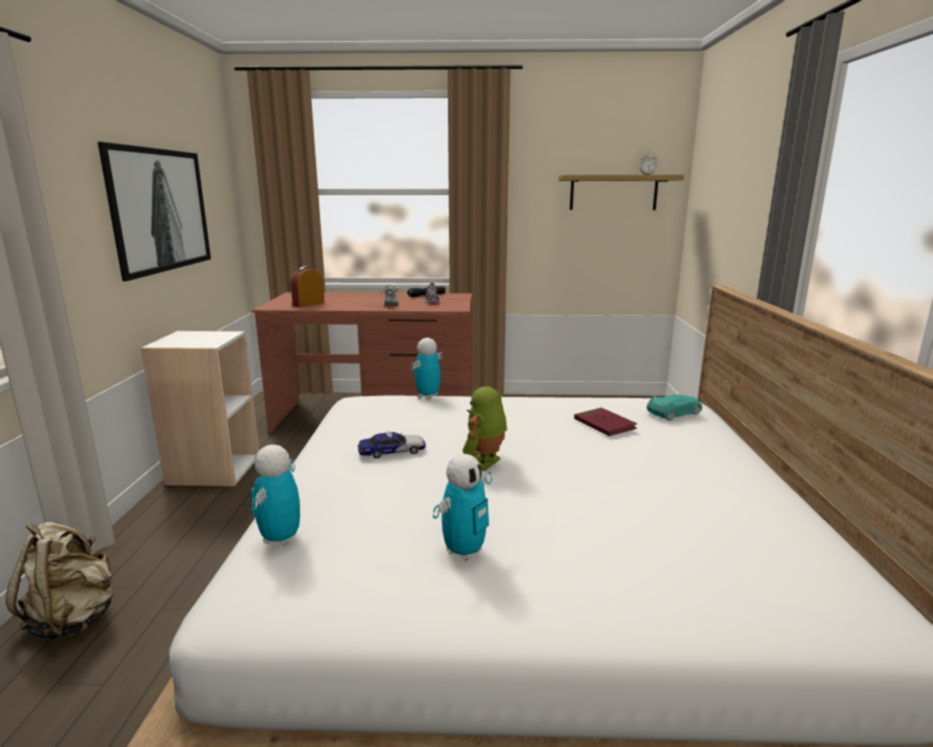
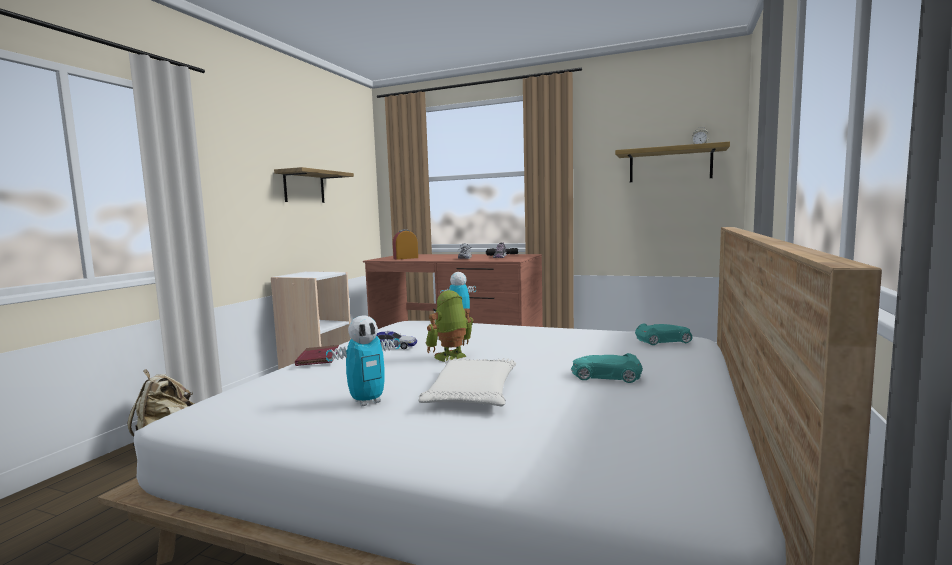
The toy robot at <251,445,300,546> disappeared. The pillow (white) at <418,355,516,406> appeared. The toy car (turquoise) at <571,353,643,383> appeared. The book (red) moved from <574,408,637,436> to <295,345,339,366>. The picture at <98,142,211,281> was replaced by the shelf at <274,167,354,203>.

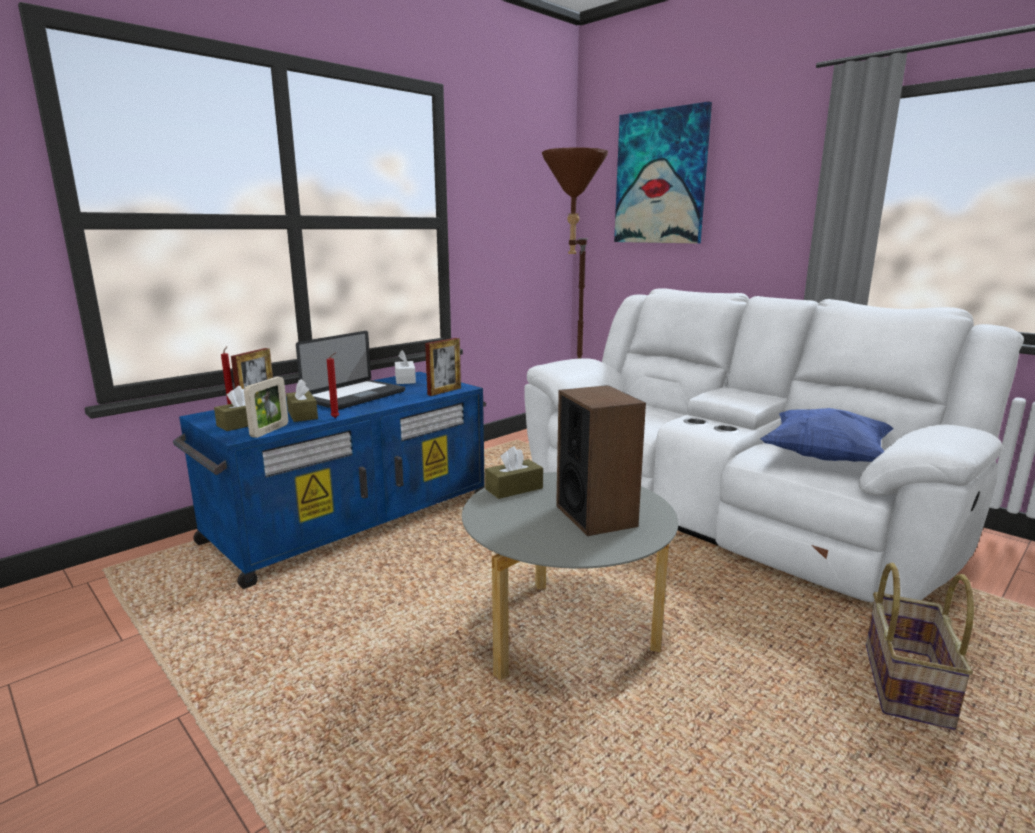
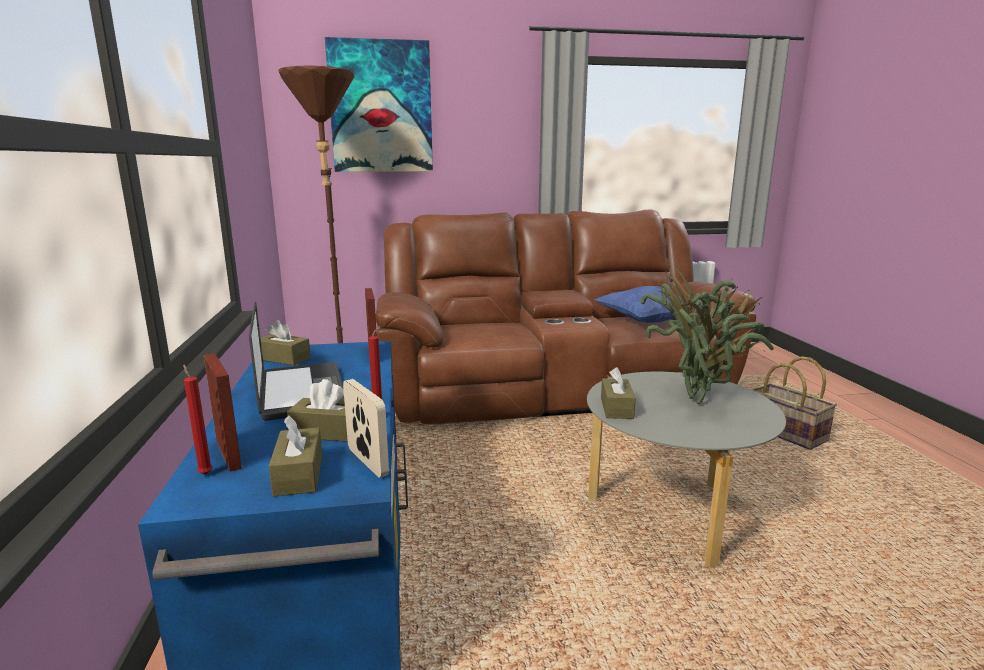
The speaker at <556,385,646,536> was replaced by the potted plant at <641,267,774,404>. The tissue box (white) at <395,350,416,384> became the tissue box (brown) at <261,320,311,365>. The sofa (white) at <524,288,1024,602> became the sofa (brown) at <376,210,756,424>.

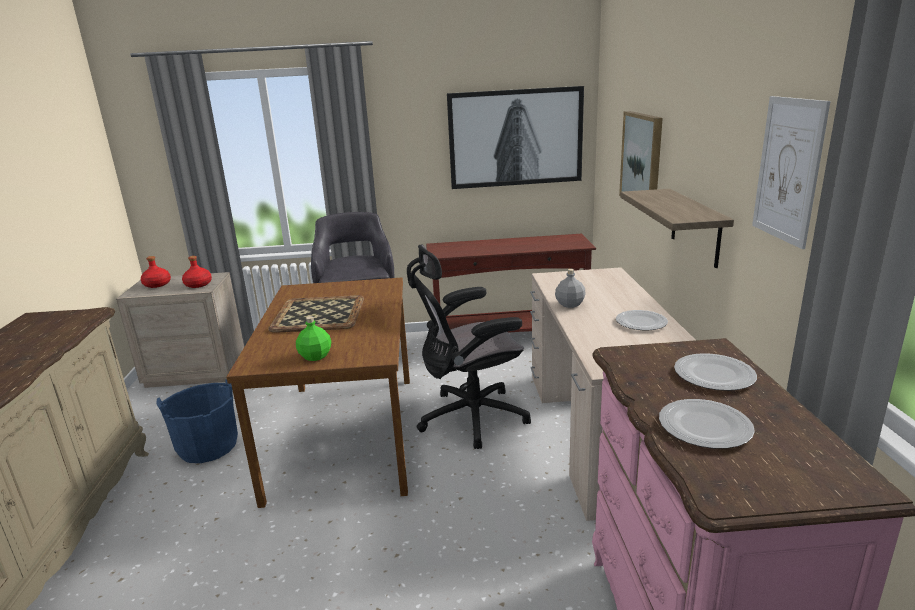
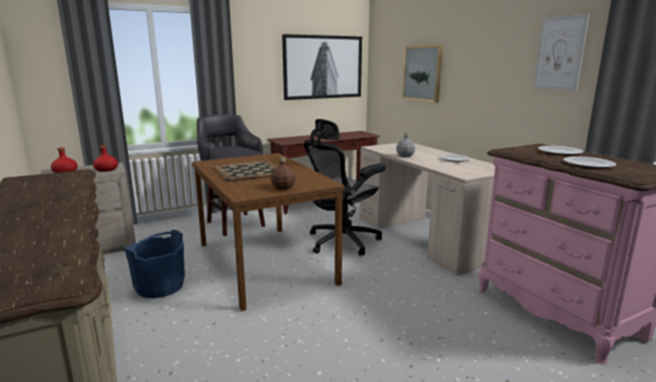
The shelf at <620,189,734,268> disappeared. The bottle (green) at <296,316,331,361> became the bottle (brown) at <271,157,296,190>.

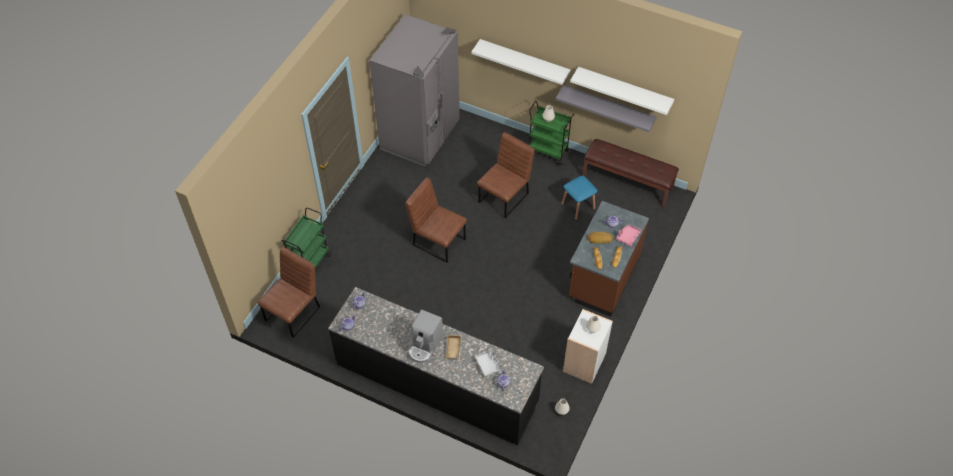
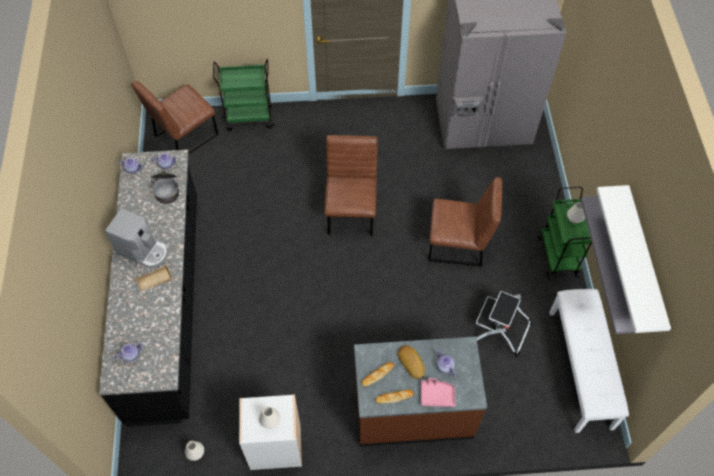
The shelf (white) at <471,39,570,85> disappeared. The tray (grey) at <475,350,498,377> disappeared. The cooking pot at <151,172,179,204> appeared. The stool (blue) at <561,176,598,220> was replaced by the step ladder at <476,291,533,358>. The bench (brown) at <582,139,679,207> became the bench (white) at <549,289,629,433>. The chair (brown) at <258,247,320,338> turned 135 degrees clockwise. The coffee machine at <408,309,443,363> turned 150 degrees counterclockwise.

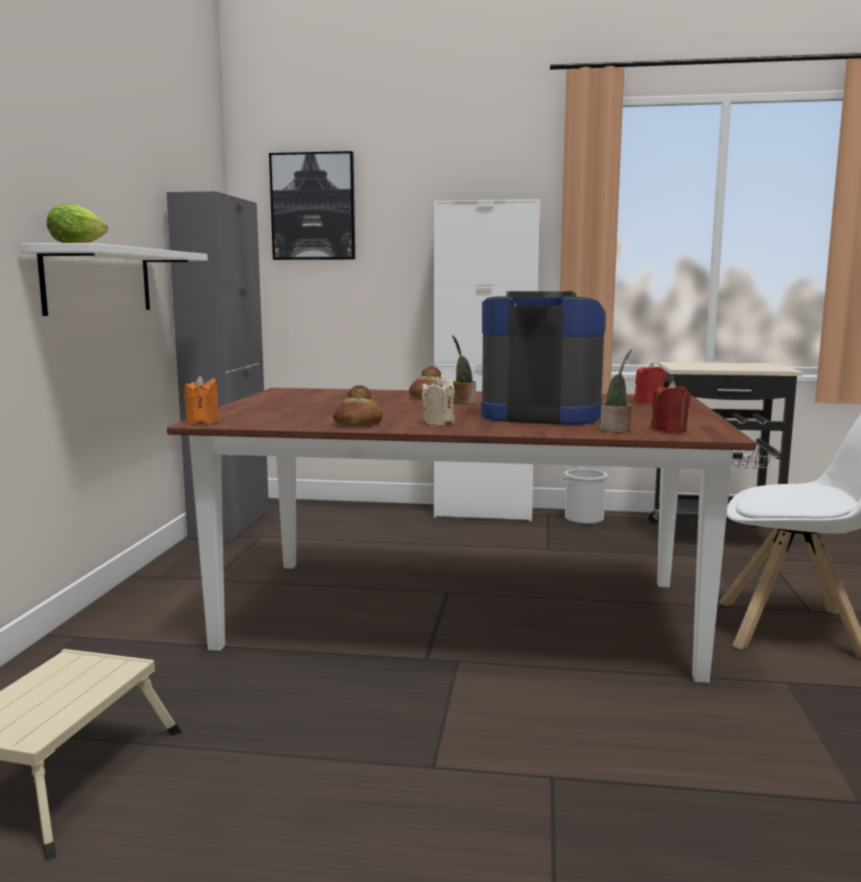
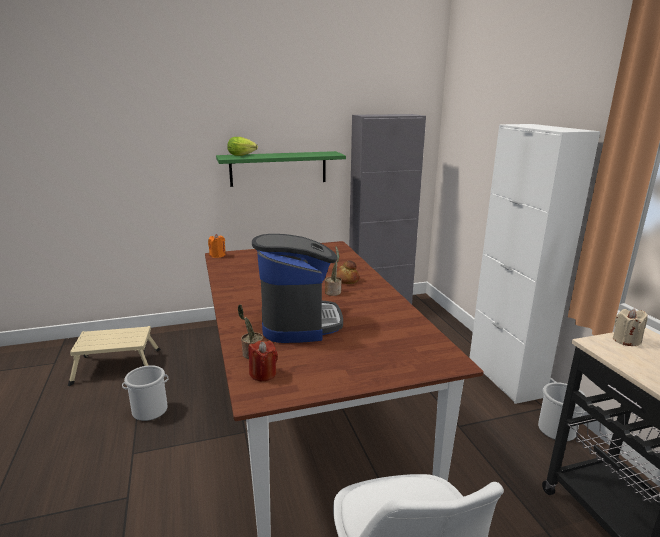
The picture at <269,151,355,260> disappeared. The bread at <333,385,383,425> disappeared. The candle (red) at <634,363,666,404> disappeared. The bucket at <122,365,169,421> appeared. The candle (beige) moved from <422,376,455,425> to <613,308,648,346>. The shelf (white) at <20,243,208,316> became the shelf (green) at <216,151,346,187>.

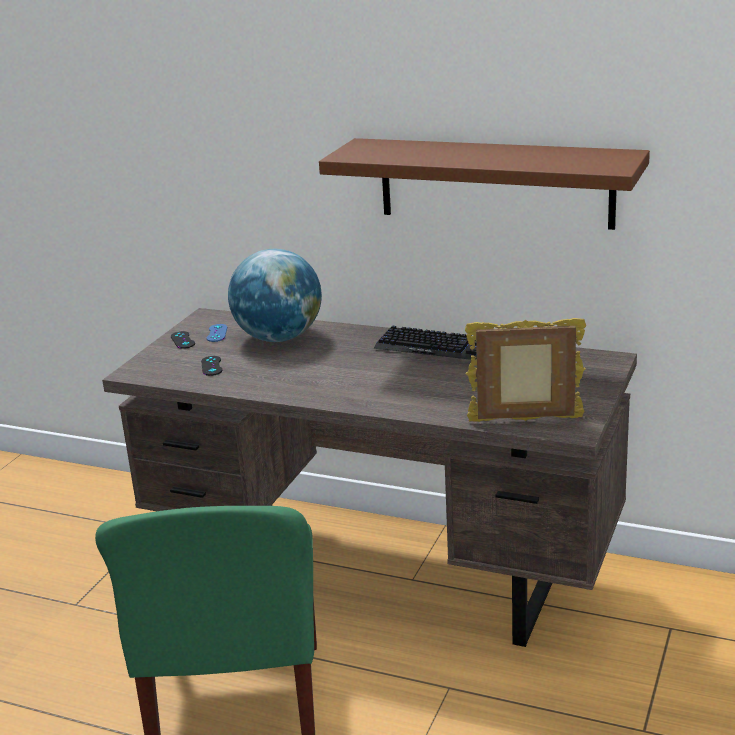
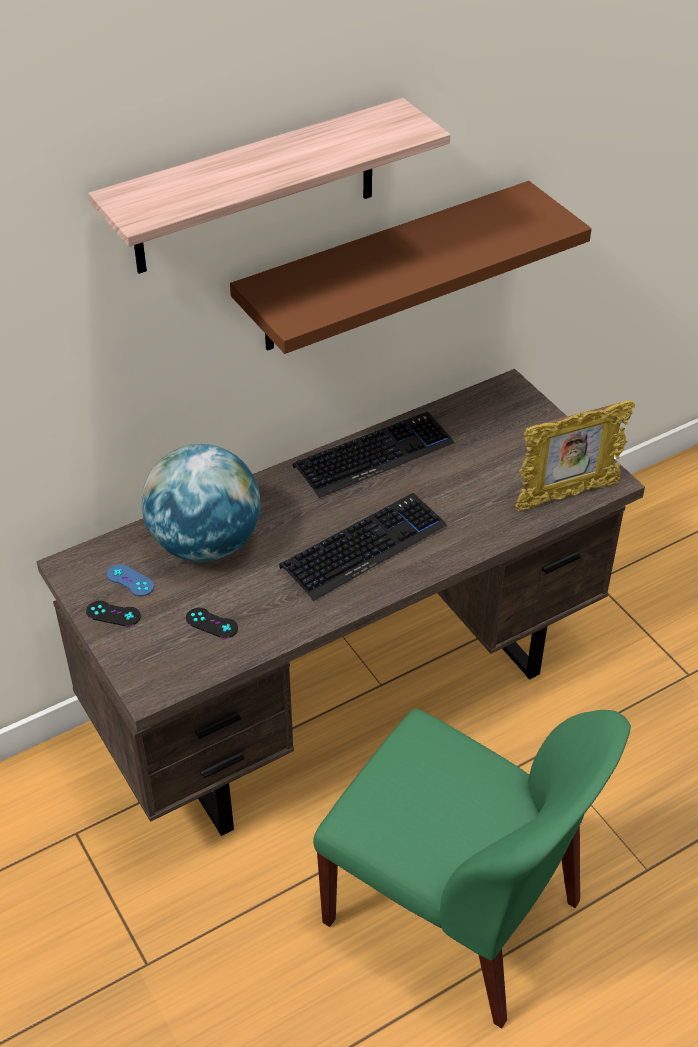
The shelf at <88,98,451,274> appeared. The keyboard at <279,493,447,601> appeared. The picture frame at <465,318,586,422> turned 150 degrees counterclockwise.

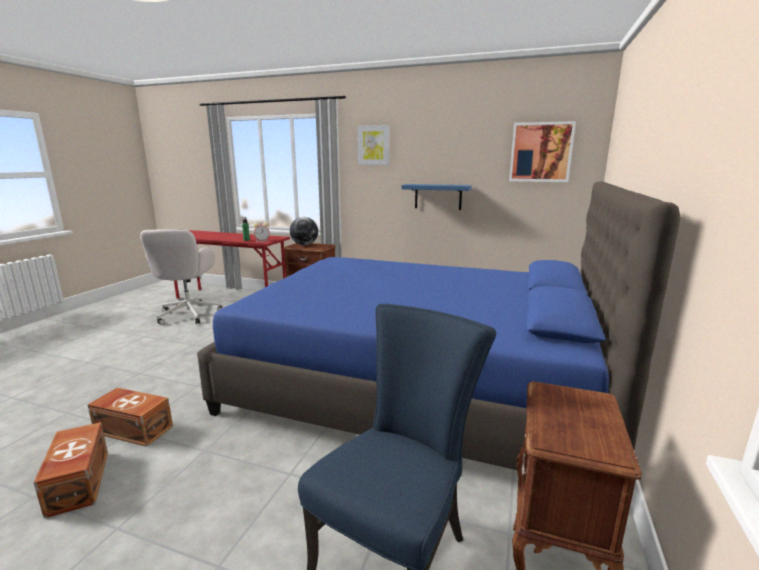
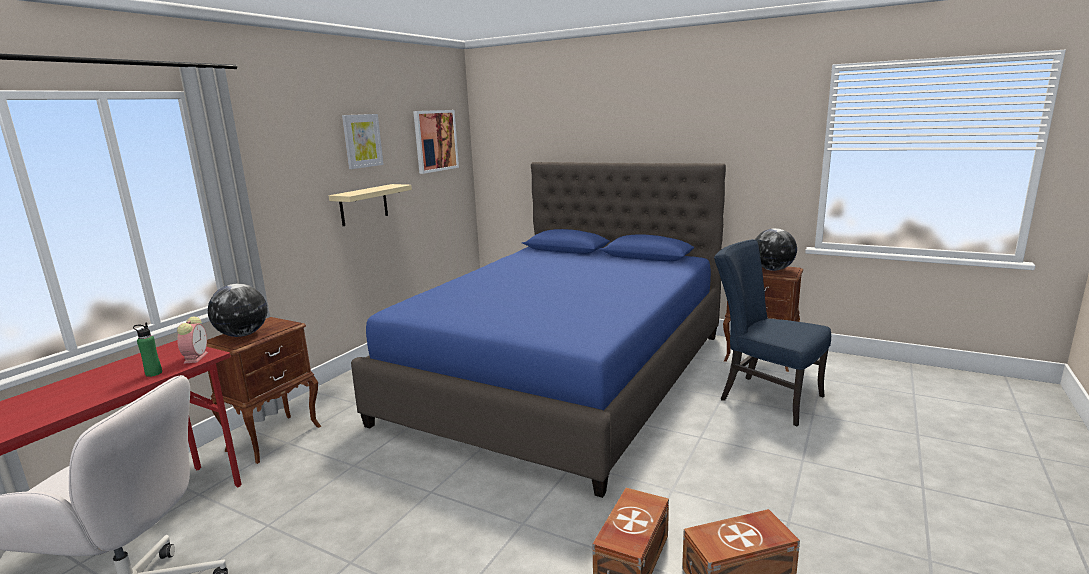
The globe at <755,228,797,271> appeared. The picture moved from <358,125,389,165> to <342,114,384,169>. The shelf (blue) at <402,184,472,210> became the shelf (beige) at <329,184,412,226>.

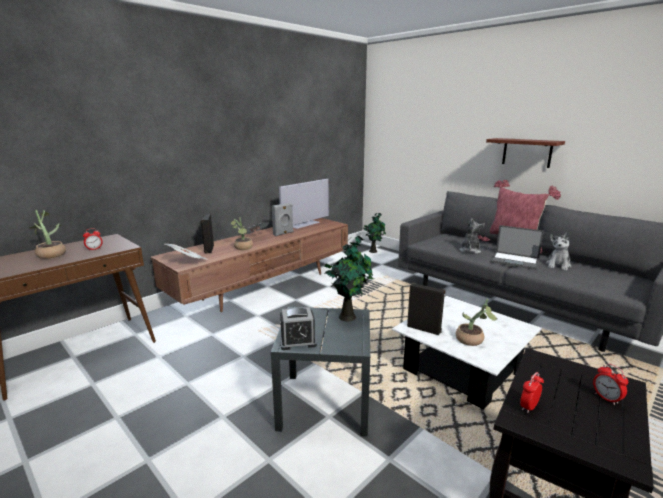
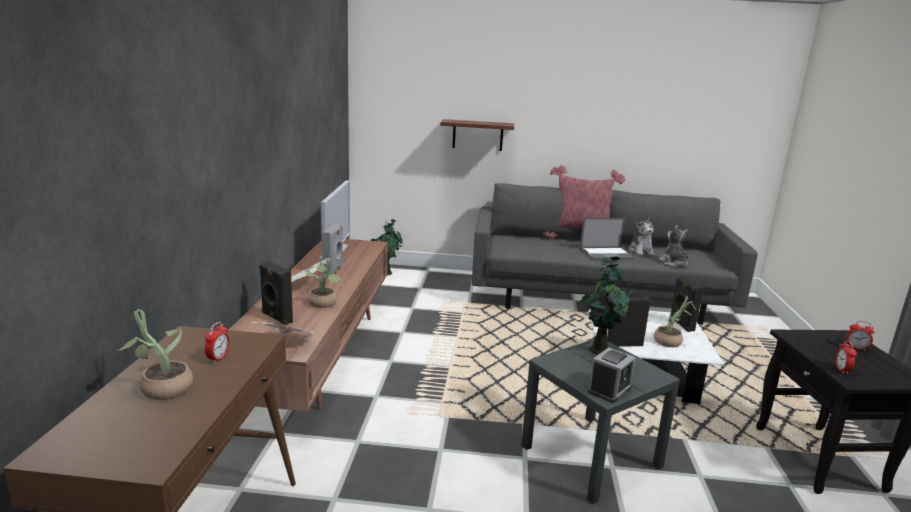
The speaker (black) at <670,275,703,332> appeared. The plush toy moved from <459,218,485,254> to <659,225,690,267>. The shelf moved from <486,138,565,168> to <440,119,514,151>.

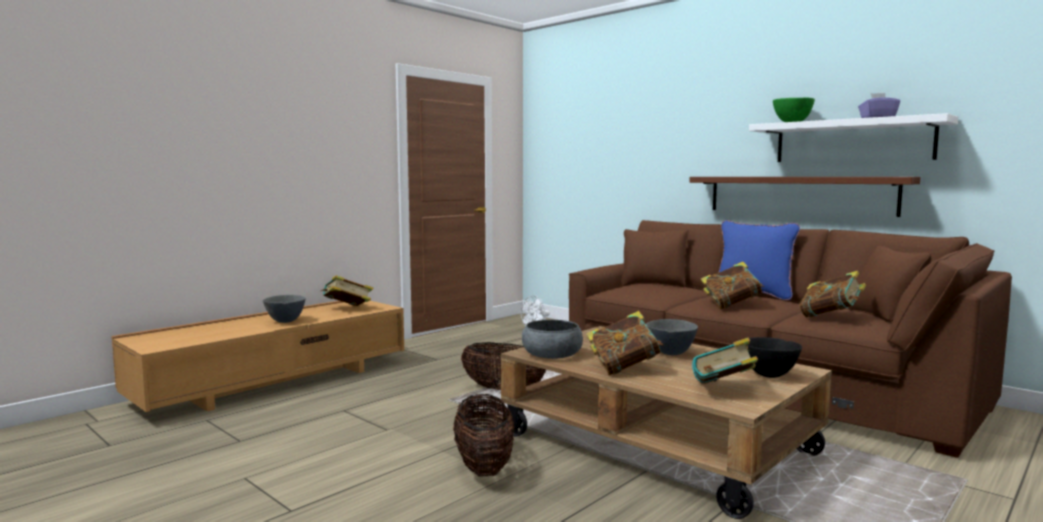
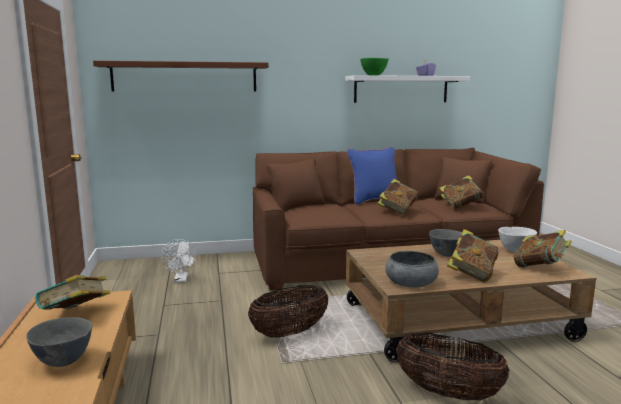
The shelf (brown) moved from <689,177,920,217> to <93,61,269,92>. The bowl (black) at <747,337,802,378> became the bowl (white) at <498,227,537,252>.

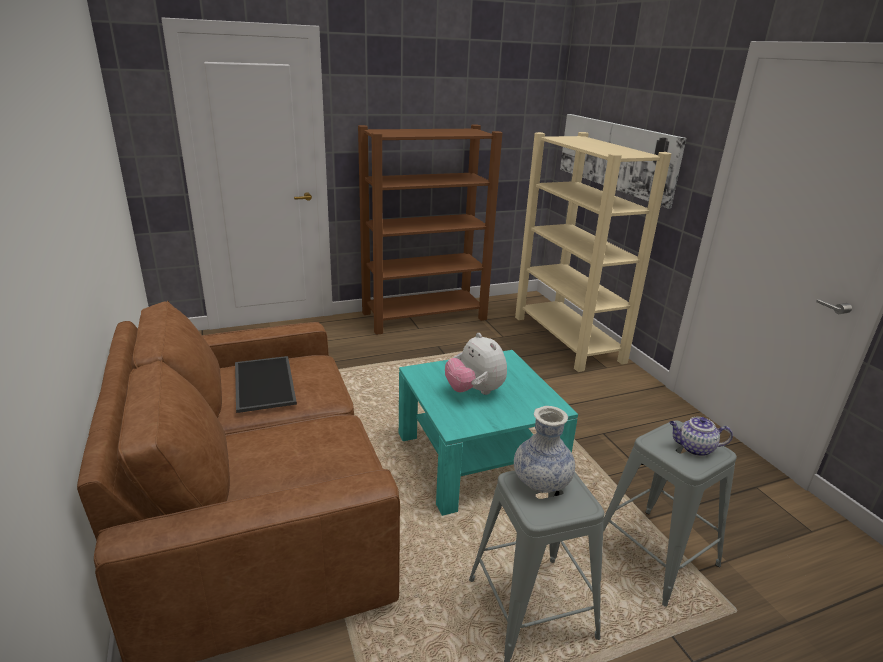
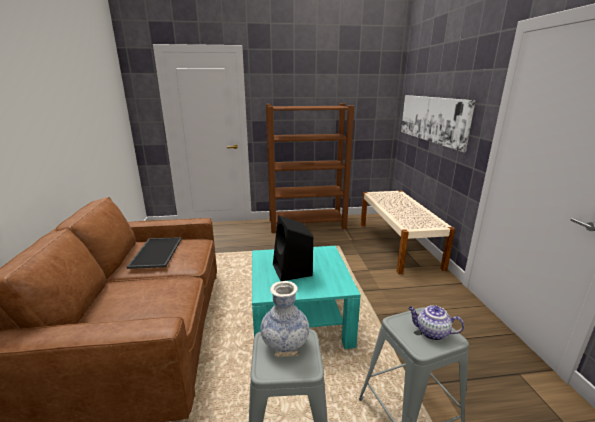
The plush toy at <445,333,507,395> was replaced by the speaker (black) at <273,215,313,281>. The bookcase (beige) at <515,132,671,372> was replaced by the bench (beige) at <361,190,455,275>.

